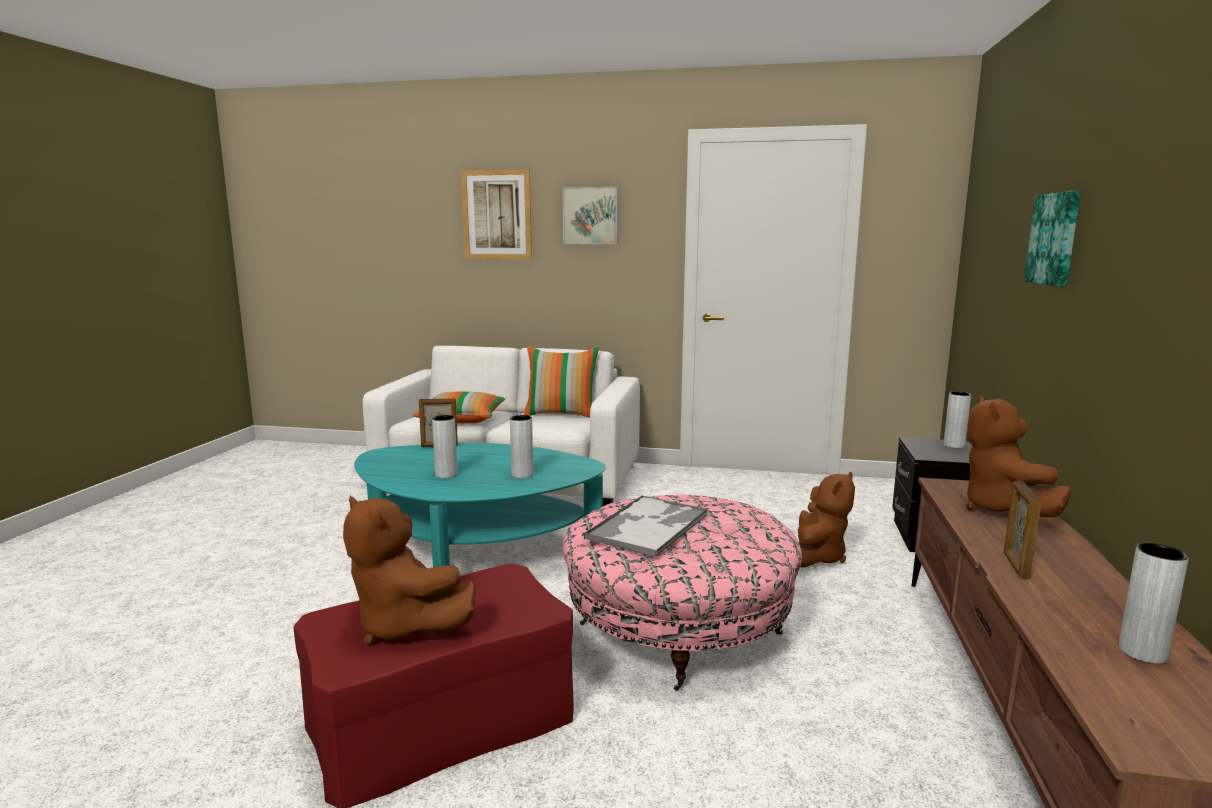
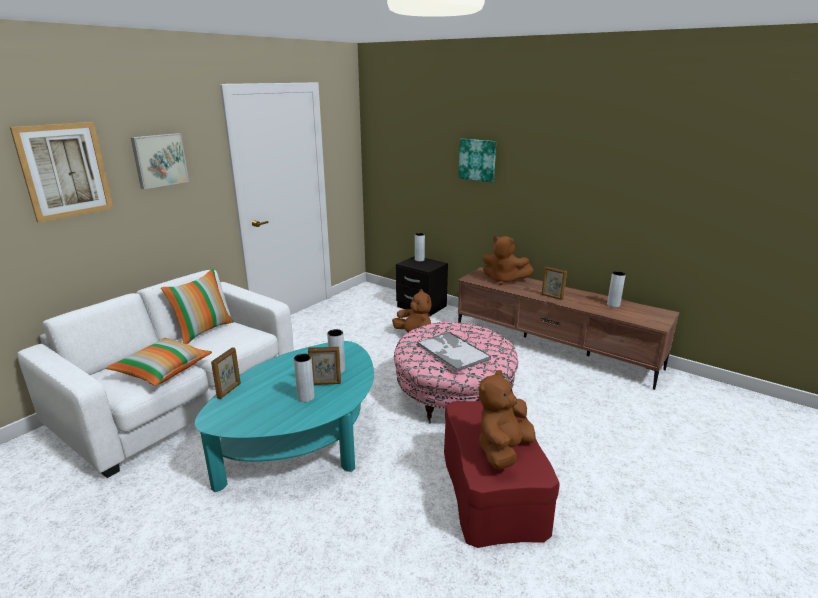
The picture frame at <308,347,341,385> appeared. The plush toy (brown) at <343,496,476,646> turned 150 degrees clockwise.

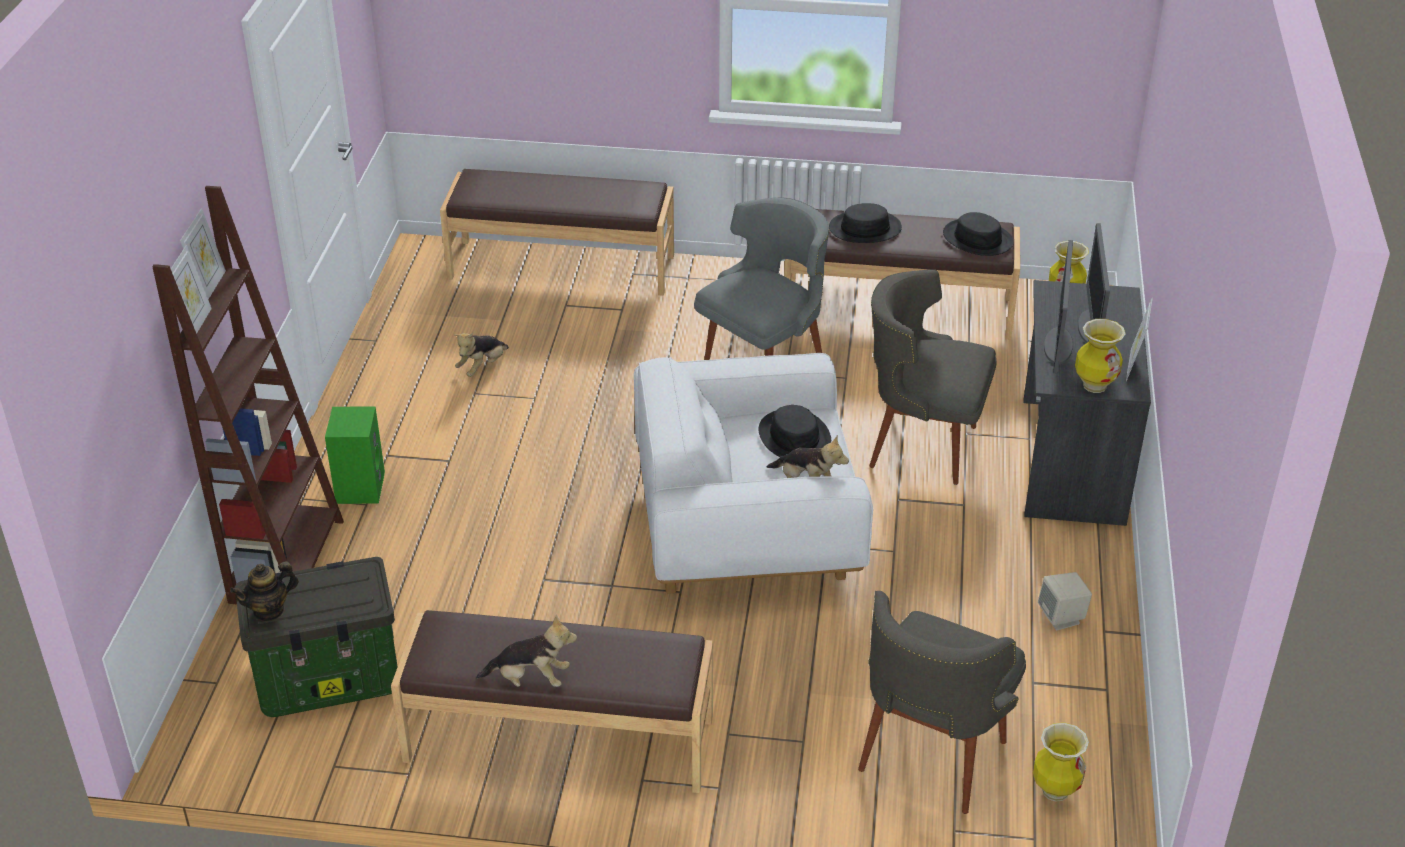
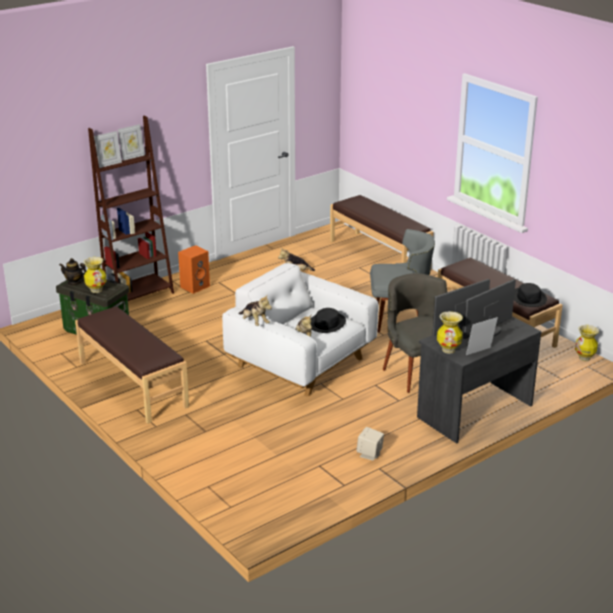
The hat (black) at <829,203,902,243> disappeared. The chair (grey) at <858,591,1026,814> disappeared. The plush toy moved from <476,615,577,687> to <238,295,272,326>. The vase moved from <1033,722,1089,802> to <83,257,107,293>. The speaker (green) at <325,406,385,504> became the speaker (orange) at <178,245,210,294>.

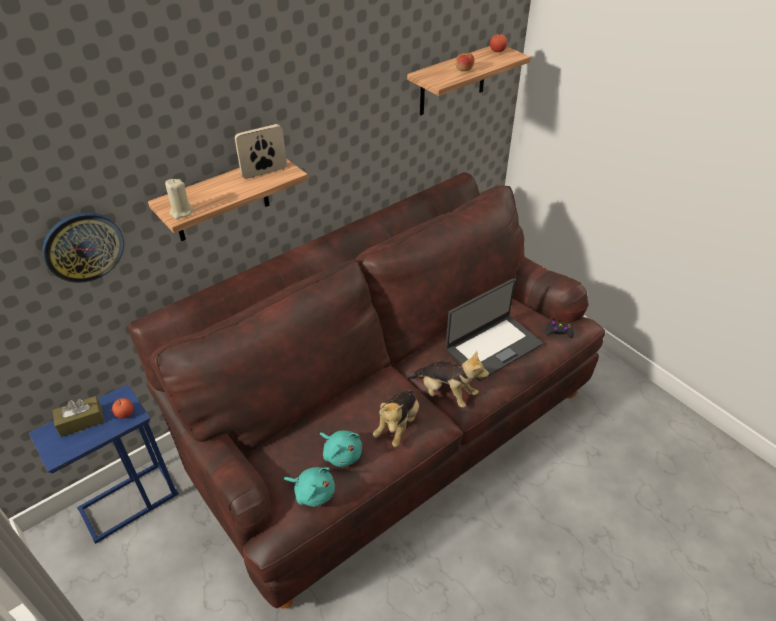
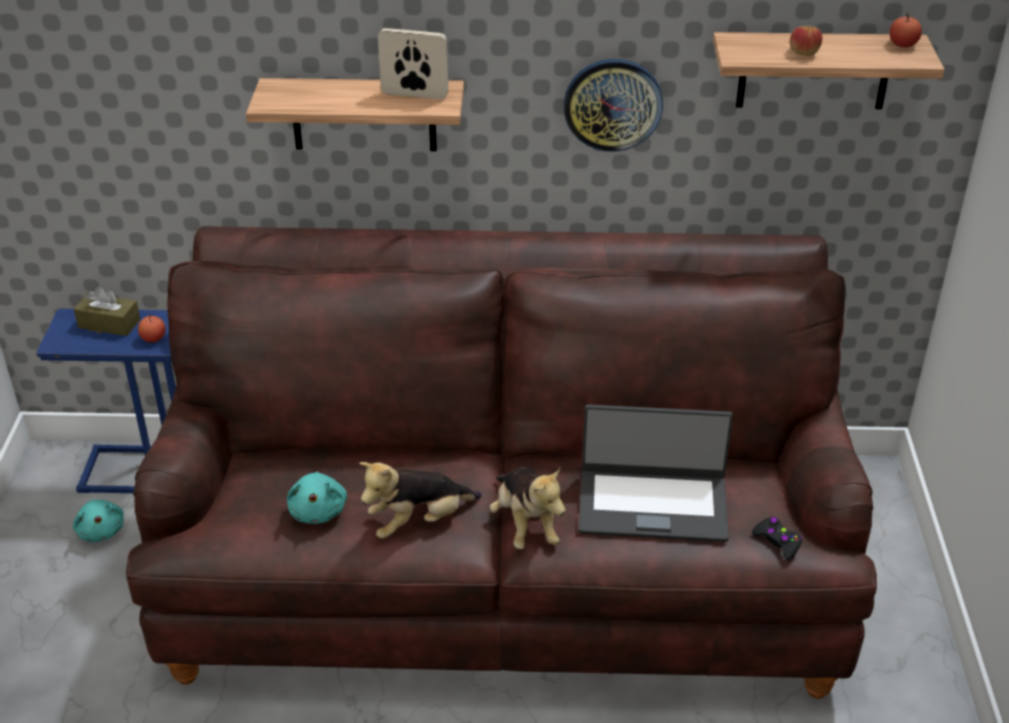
The candle (beige) at <165,179,193,219> disappeared. The wall clock moved from <42,213,124,283> to <564,59,663,152>. The plush toy (turquoise) moved from <283,467,335,507> to <73,499,124,542>.

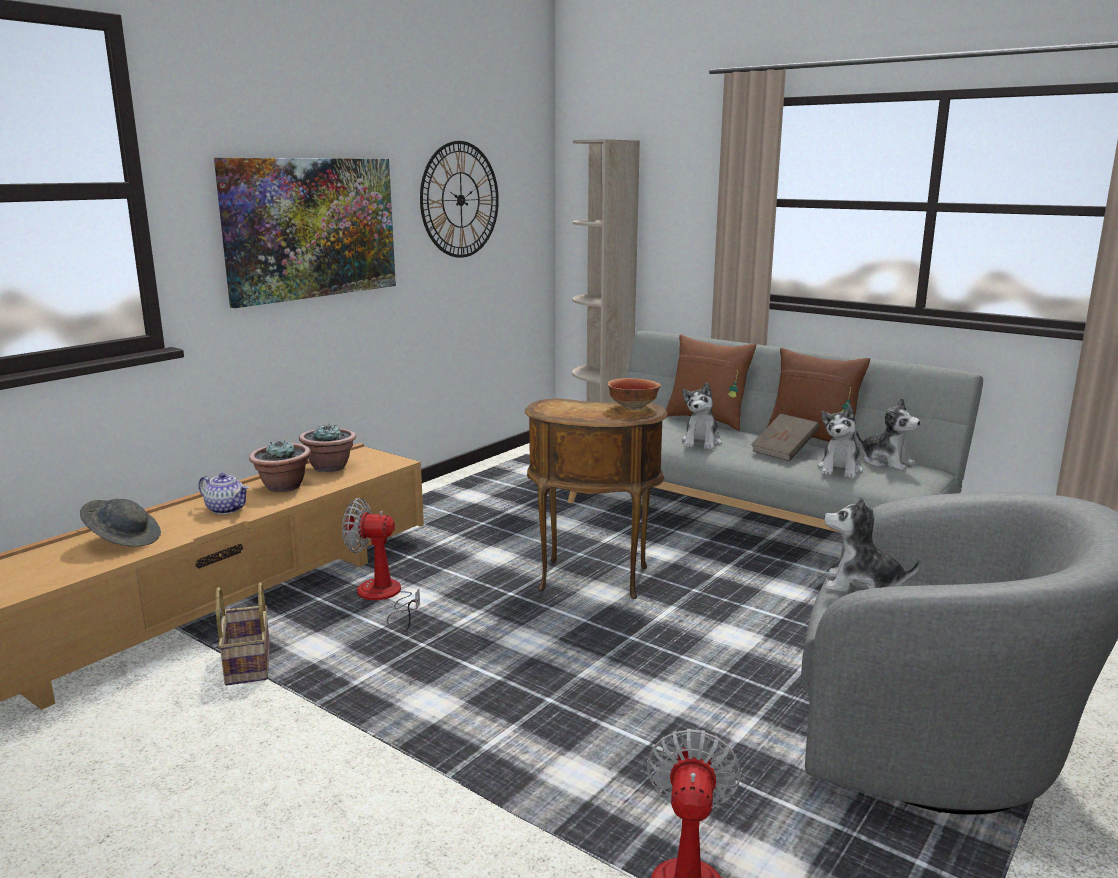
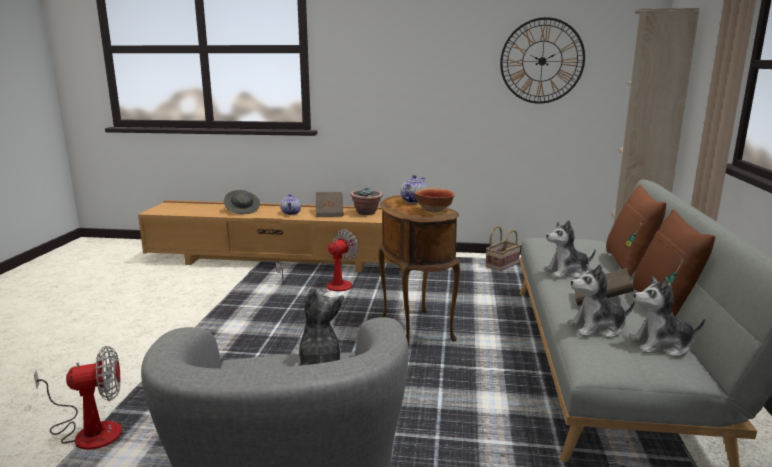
The picture at <214,158,396,308> disappeared. The teapot at <400,175,428,203> appeared. The basket moved from <215,583,270,686> to <486,226,521,271>. The potted plant at <249,441,311,492> was replaced by the book (brown) at <316,192,344,217>. The fan at <342,498,420,632> turned 60 degrees clockwise. The plush toy at <856,398,920,471> turned 75 degrees clockwise.

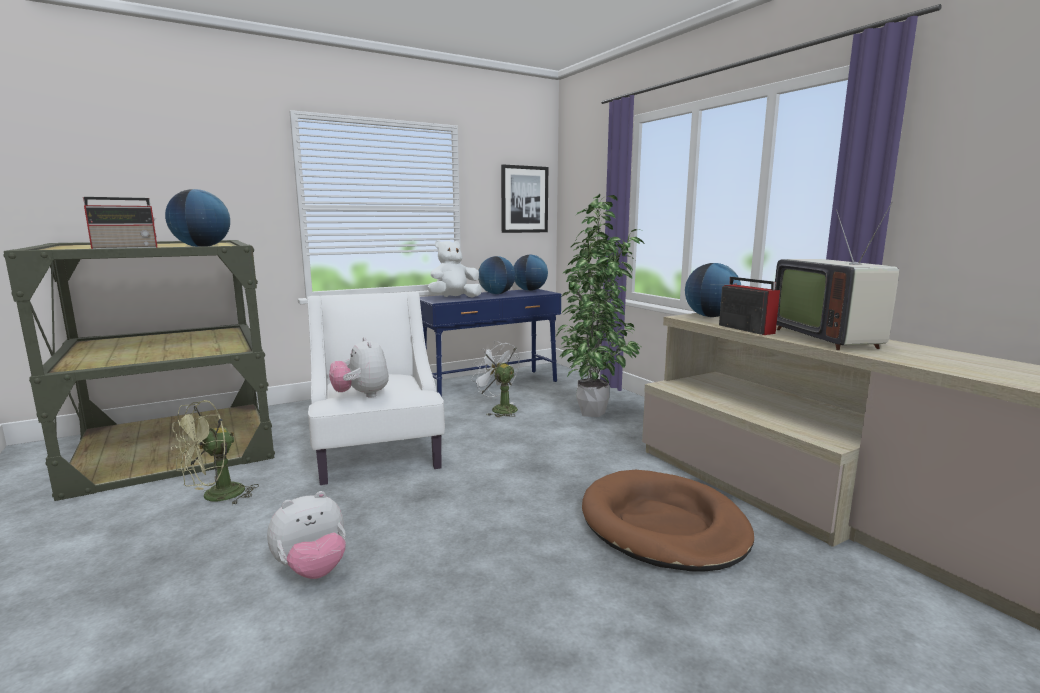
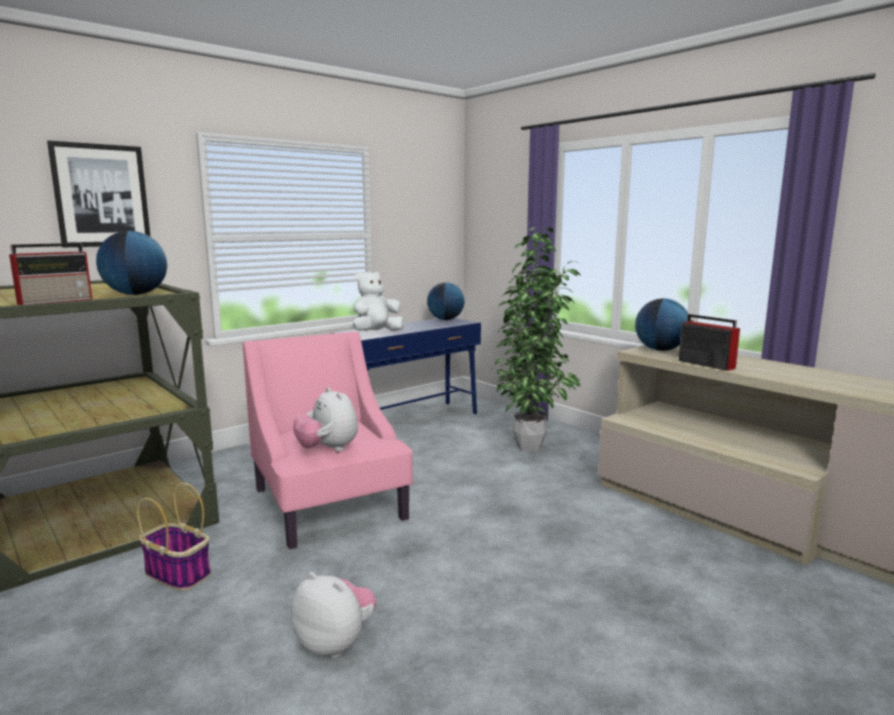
The fan (white) at <471,341,520,417> disappeared. The globe at <478,256,515,294> disappeared. The dog bed (brown) at <582,470,754,572> disappeared. The television at <775,202,899,350> disappeared. The picture moved from <501,164,548,233> to <47,141,151,248>. The fan (green) at <171,400,259,505> was replaced by the basket at <137,483,211,591>. The armchair (white) at <307,292,445,485> became the armchair (pink) at <243,332,413,549>. The plush toy at <267,491,346,579> turned 105 degrees counterclockwise.

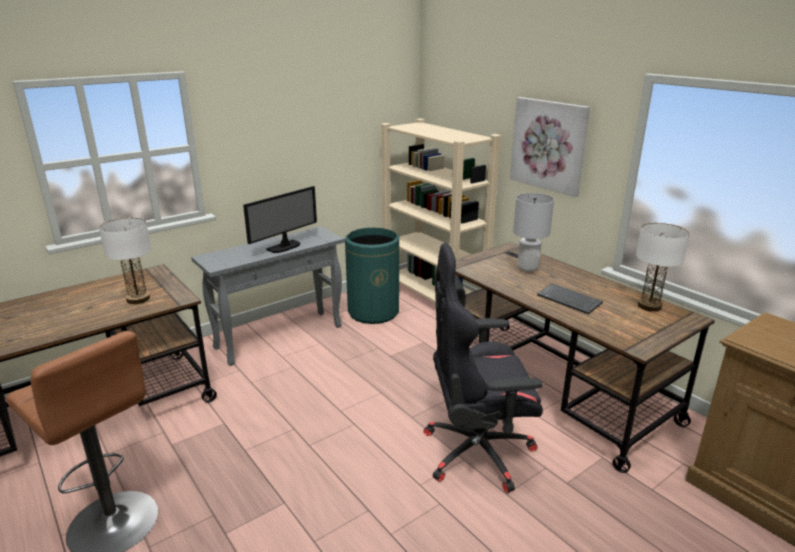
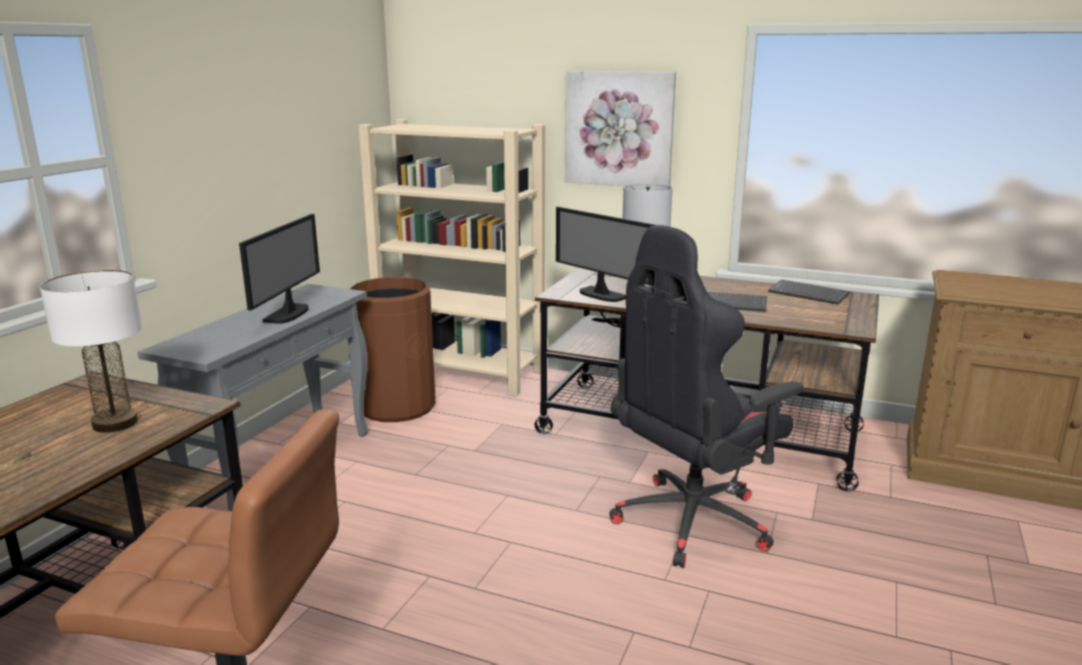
The monitor at <556,207,655,302> appeared. The table lamp at <636,223,690,312> was replaced by the keyboard at <768,279,850,305>. The trash can (green) at <345,228,399,324> became the trash can (brown) at <350,277,436,422>.

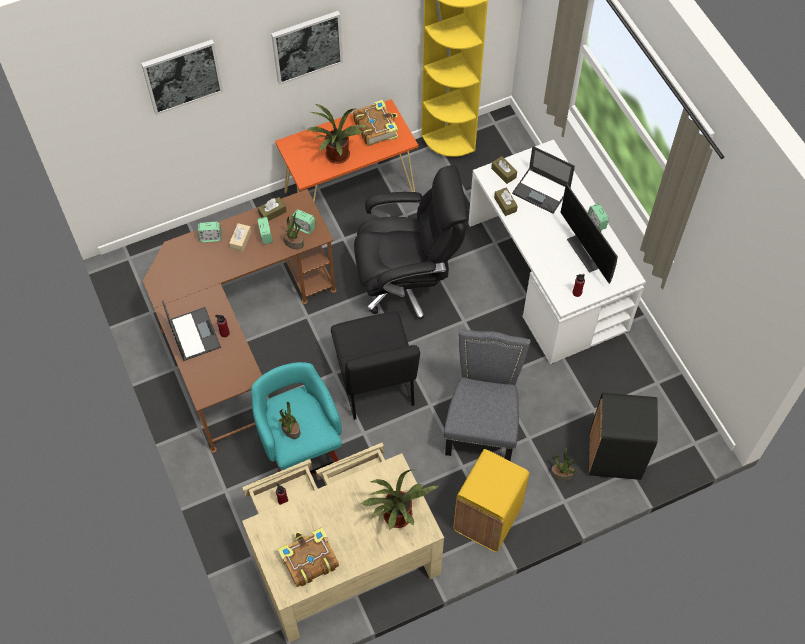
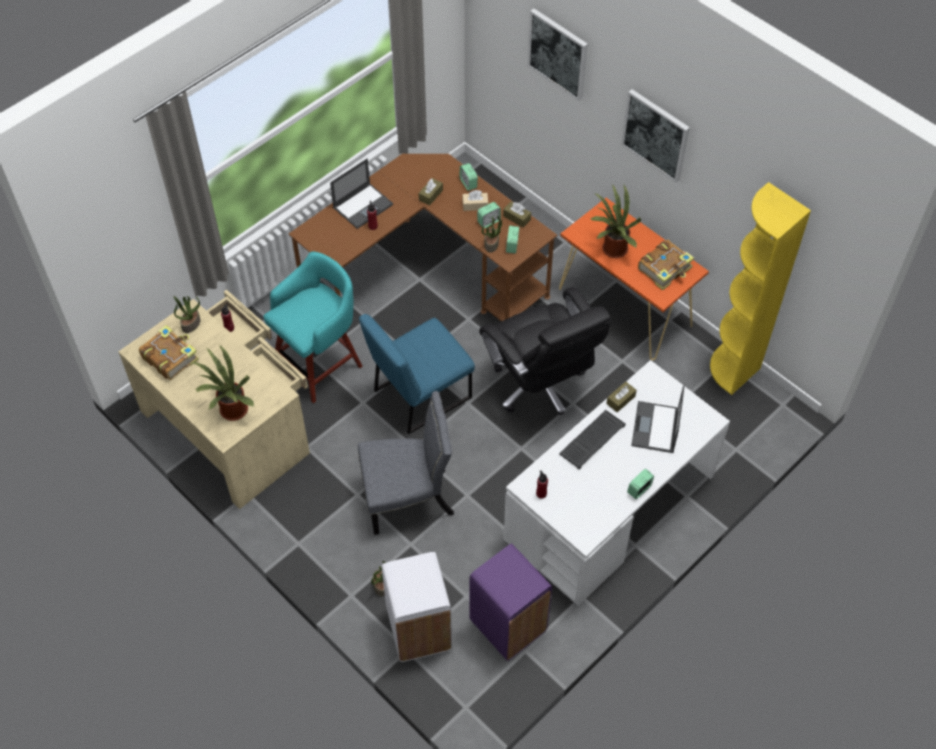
The trash can (yellow) at <454,449,530,552> disappeared. The monitor at <560,184,618,284> disappeared. The trash can (purple) at <469,544,552,661> appeared. The keyboard at <559,410,625,470> appeared. The potted plant moved from <278,402,301,439> to <174,296,201,333>. The tissue box (brown) moved from <491,156,517,184> to <419,178,443,206>. The chair (black) at <331,311,420,420> became the chair (blue) at <359,314,475,434>. The trash can (black) at <588,393,658,480> became the trash can (white) at <382,552,452,662>.

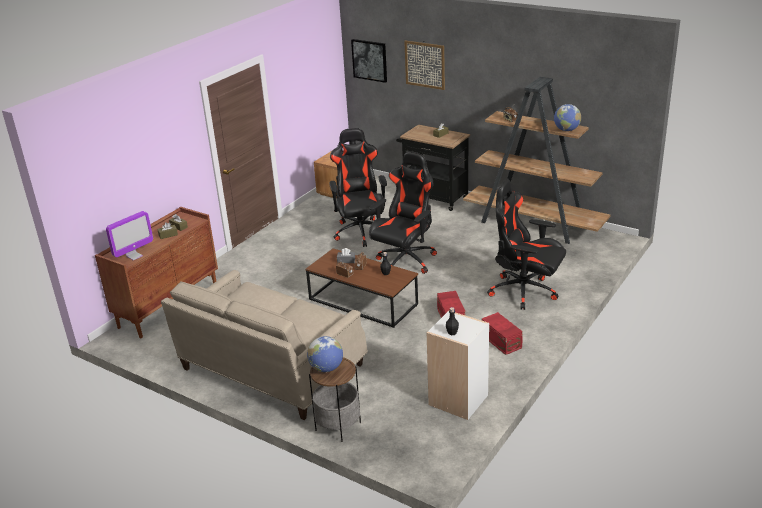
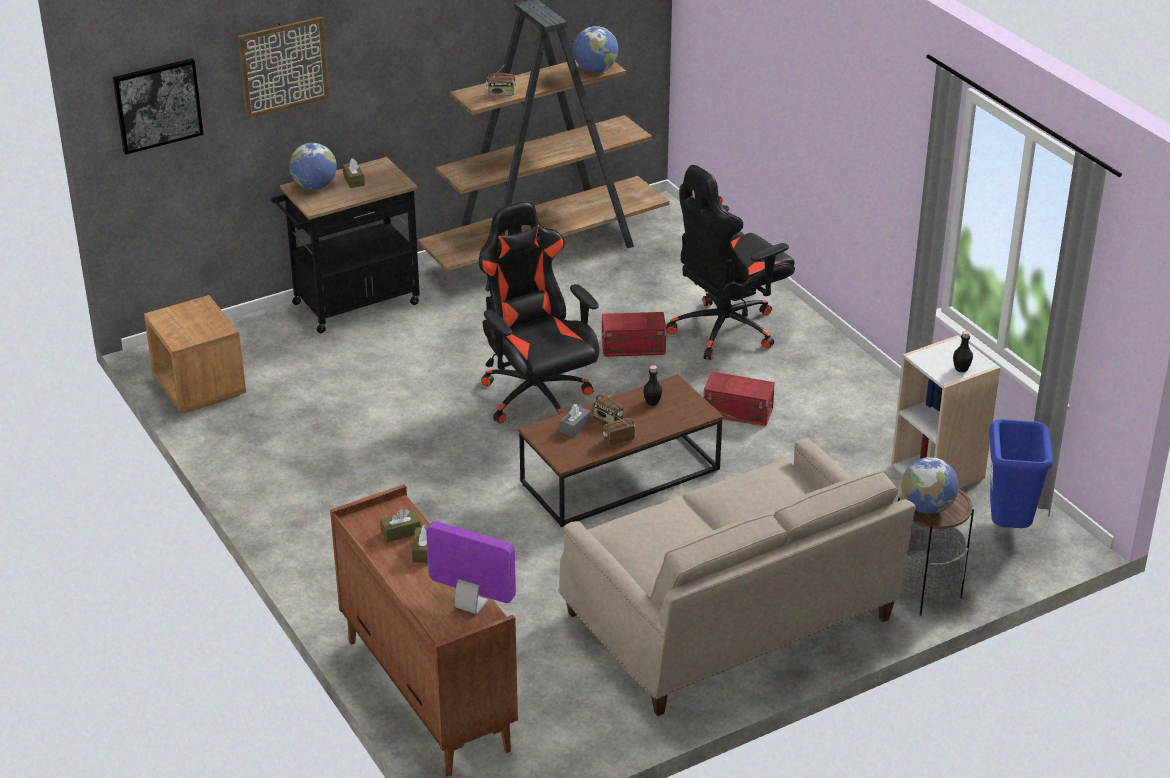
The office chair (black) at <329,128,387,247> disappeared. The globe at <289,143,337,190> appeared. The trash can (blue) at <989,419,1053,528> appeared. The storage box (red) moved from <482,312,523,355> to <602,312,666,357>. The monitor at <106,211,153,260> turned 45 degrees counterclockwise.

